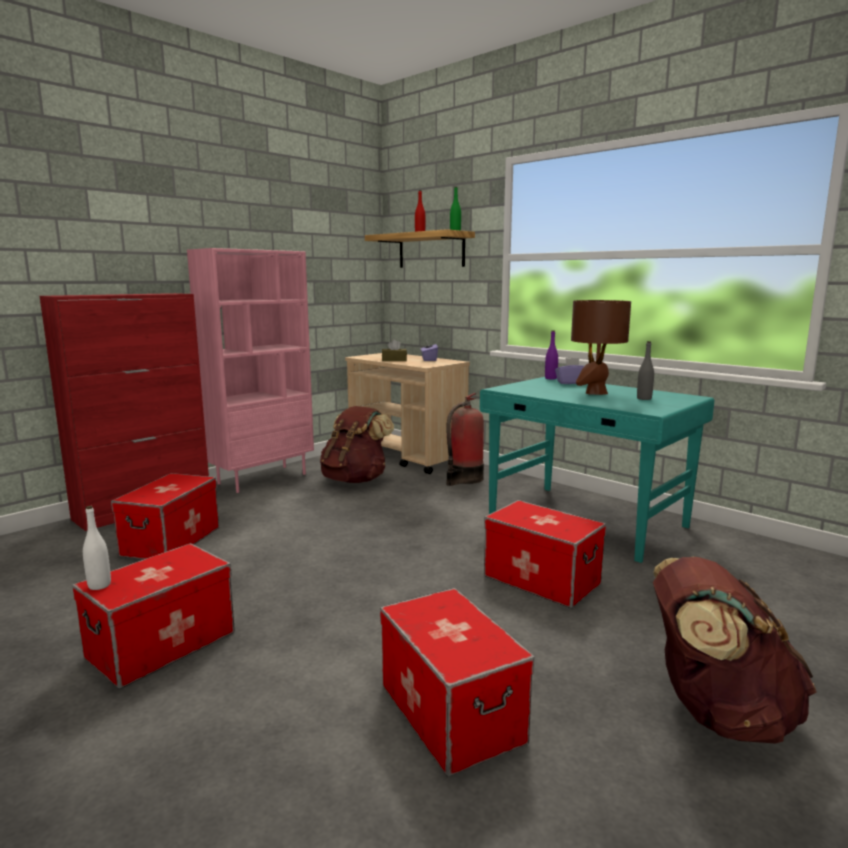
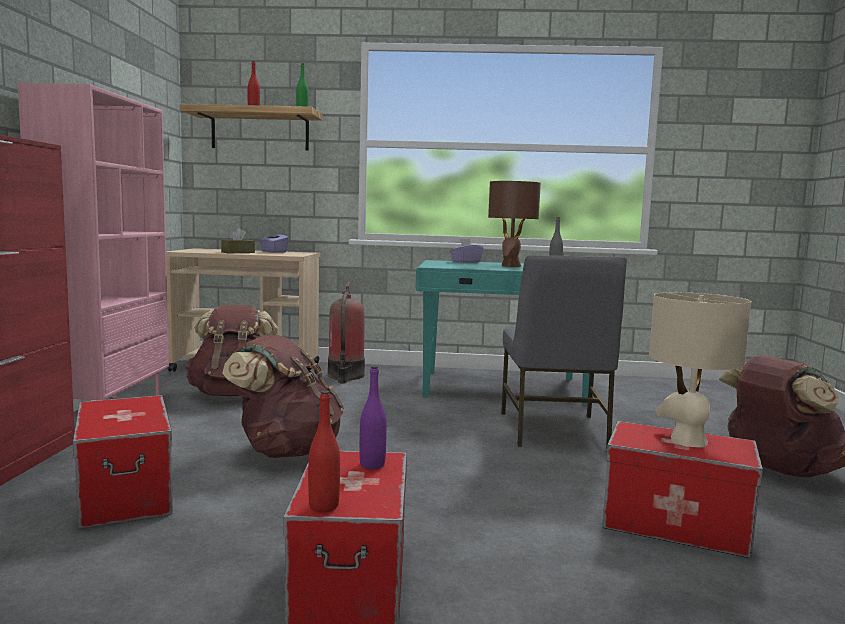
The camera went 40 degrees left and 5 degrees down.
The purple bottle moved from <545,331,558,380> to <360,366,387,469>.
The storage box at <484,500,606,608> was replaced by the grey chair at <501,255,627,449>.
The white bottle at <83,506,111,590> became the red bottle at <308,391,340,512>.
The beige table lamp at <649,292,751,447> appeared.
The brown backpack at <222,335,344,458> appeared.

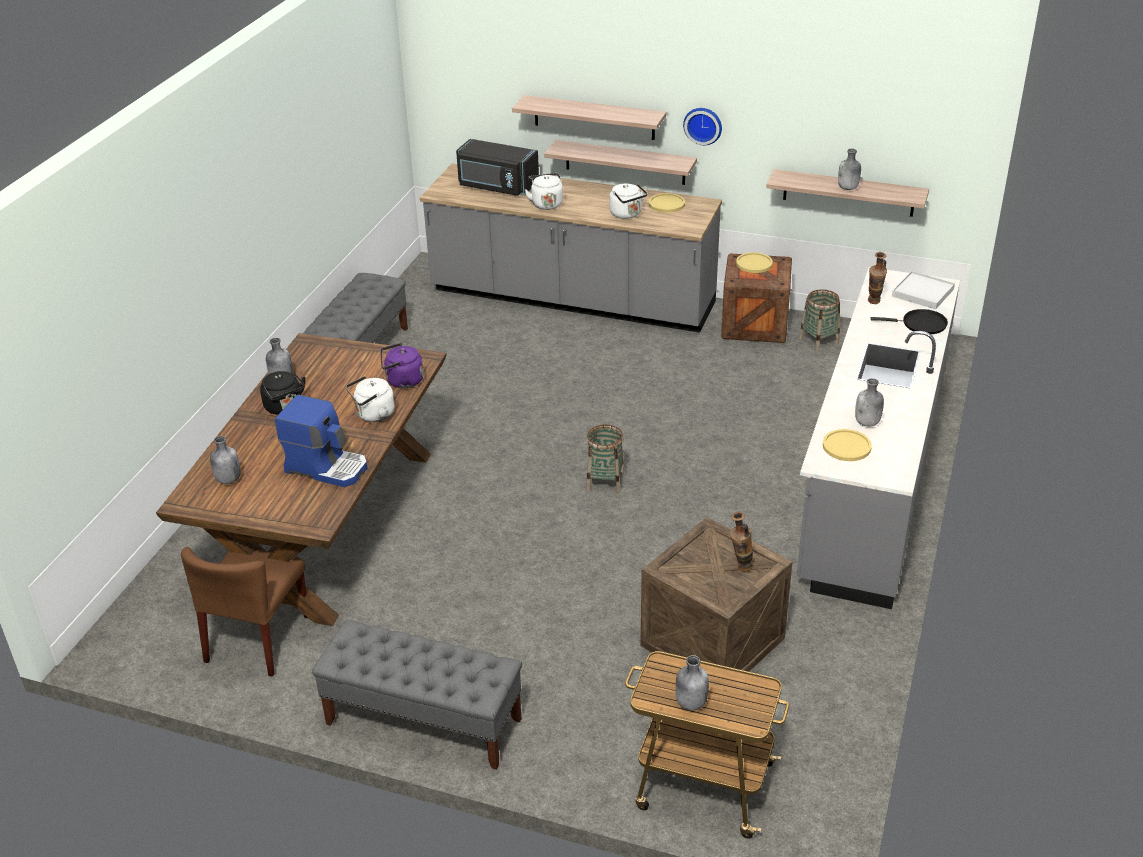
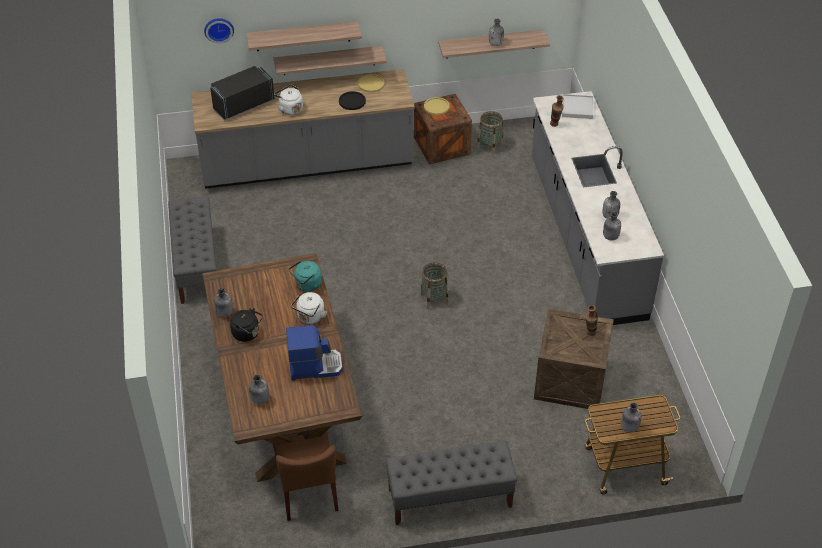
The camera went 30 degrees left and 10 degrees up.
The wall clock moved from <683,108,722,145> to <204,18,234,43>.
The black microwave at <456,139,539,196> turned 150 degrees clockwise.
The white kettle at <609,183,648,219> was replaced by the black plate at <339,91,366,110>.
The black frying pan at <870,309,948,334> disappeared.
The purple kettle at <381,343,424,388> became the turquoise kettle at <289,261,322,292>.
The yellow plate at <823,429,872,461> was replaced by the grey bottle at <603,212,621,241>.

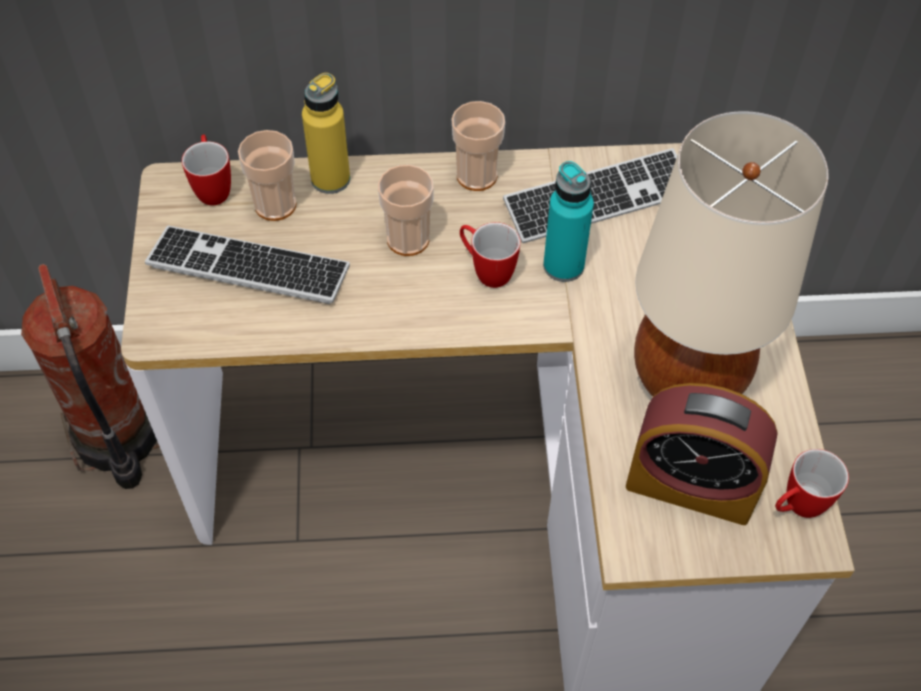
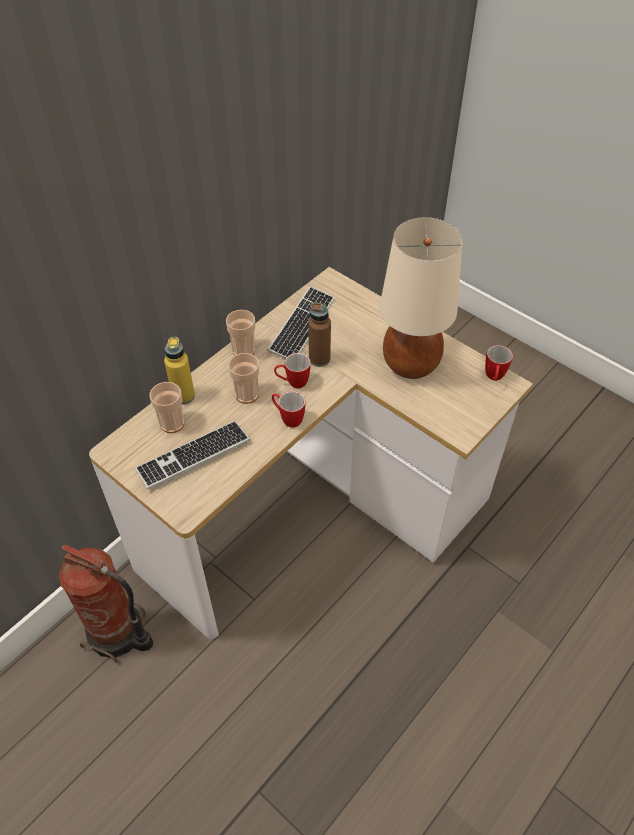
The camera went 45 degrees left and 5 degrees down.
The mug moved from <182,135,231,205> to <272,391,306,428>.
The turquoise bottle at <543,161,594,282> became the brown bottle at <308,302,331,367>.
The alarm clock at <626,383,778,525> disappeared.

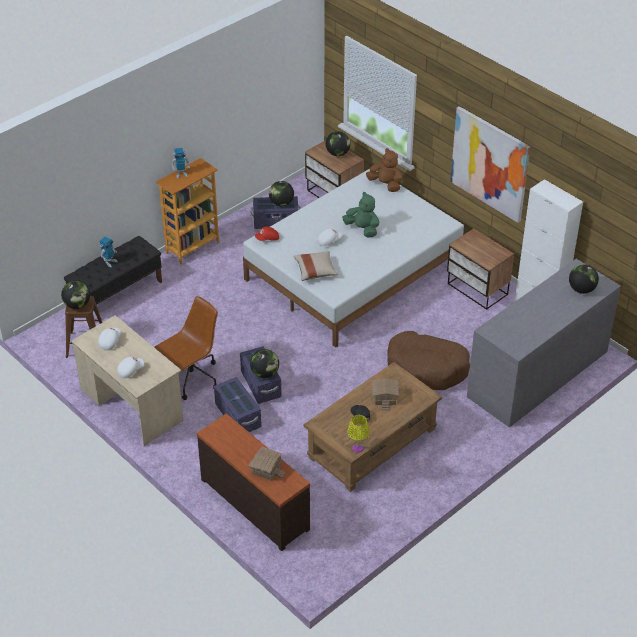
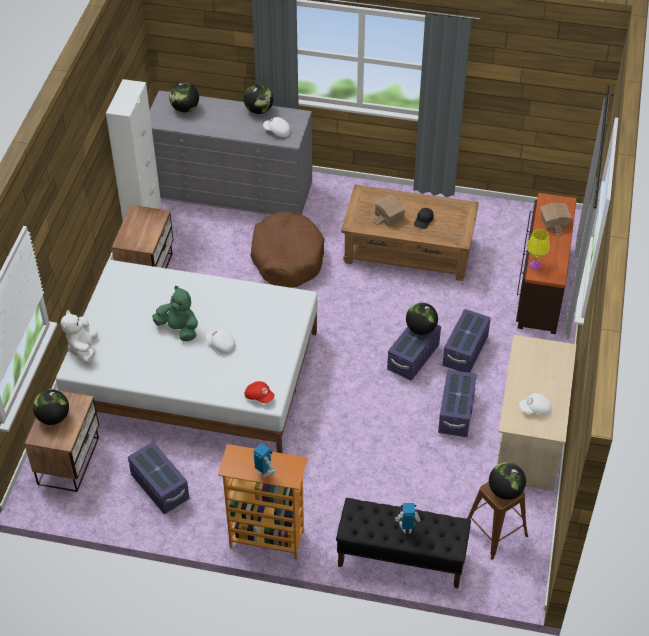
The camera went 125 degrees left and 5 degrees up.
The picture at <450,106,531,223> disappeared.
The brown plush toy at <366,148,402,192> became the white plush toy at <61,310,98,363>.
The globe moved from <269,181,294,206> to <244,84,273,114>.
The green plush toy at <342,192,379,238> turned 120 degrees clockwise.
The beige pillow at <294,251,338,281> disappeared.
The brown office chair at <154,296,218,400> was replaced by the purple storage box at <438,370,477,437>.
The white cap moved from <117,357,144,378> to <263,117,290,137>.
The yellow table lamp moved from <347,415,370,453> to <527,229,550,269>.

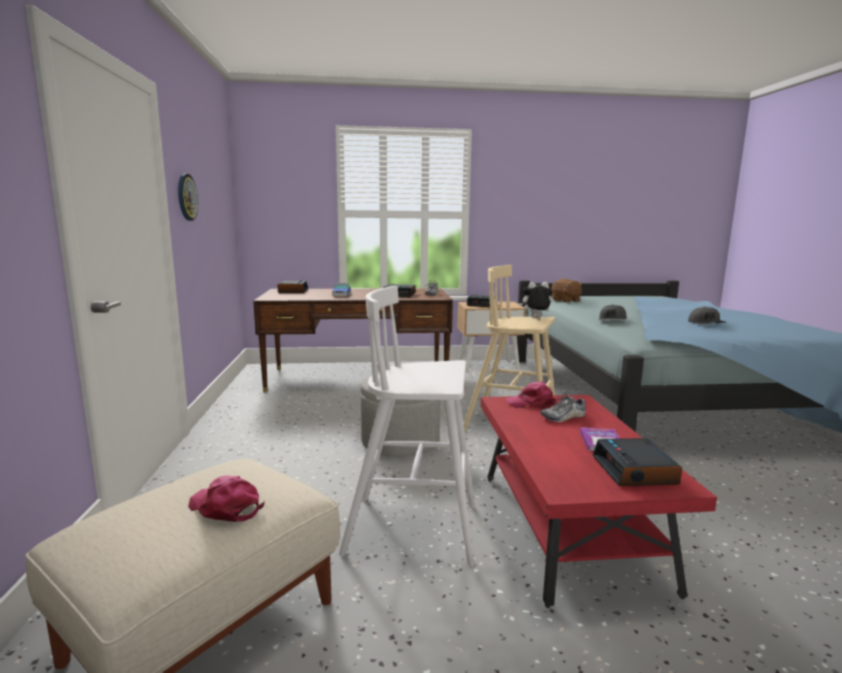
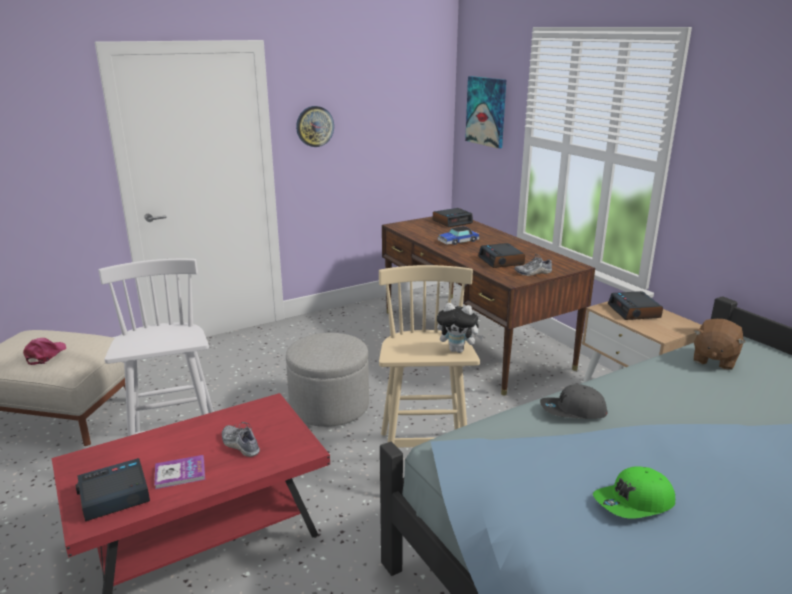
The camera went 65 degrees right and 10 degrees up.
The plush toy at <519,282,552,318> turned 135 degrees clockwise.
The grey cap at <688,307,727,324> became the green cap at <593,466,675,519>.
The pink cap at <505,381,556,408> disappeared.
The picture at <465,76,506,149> appeared.

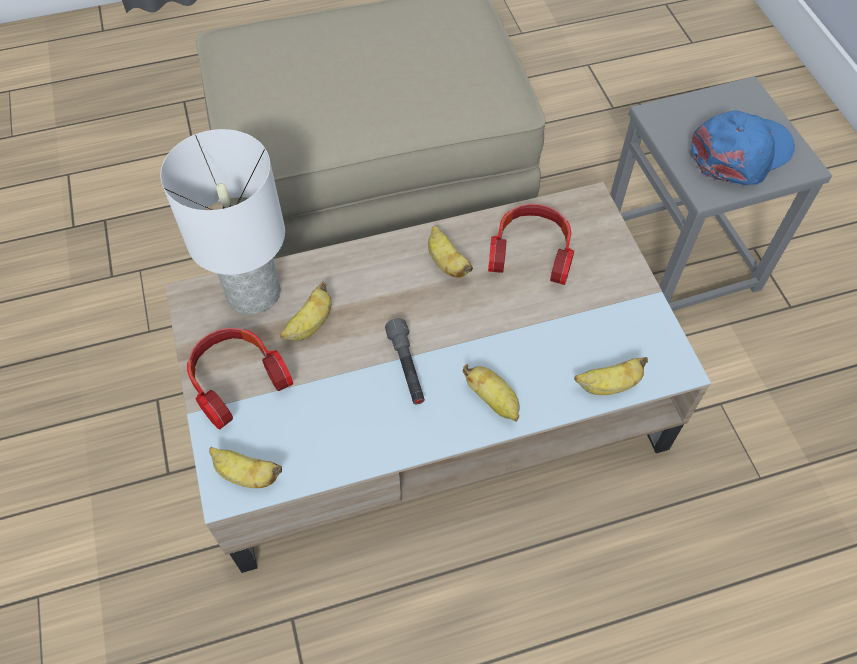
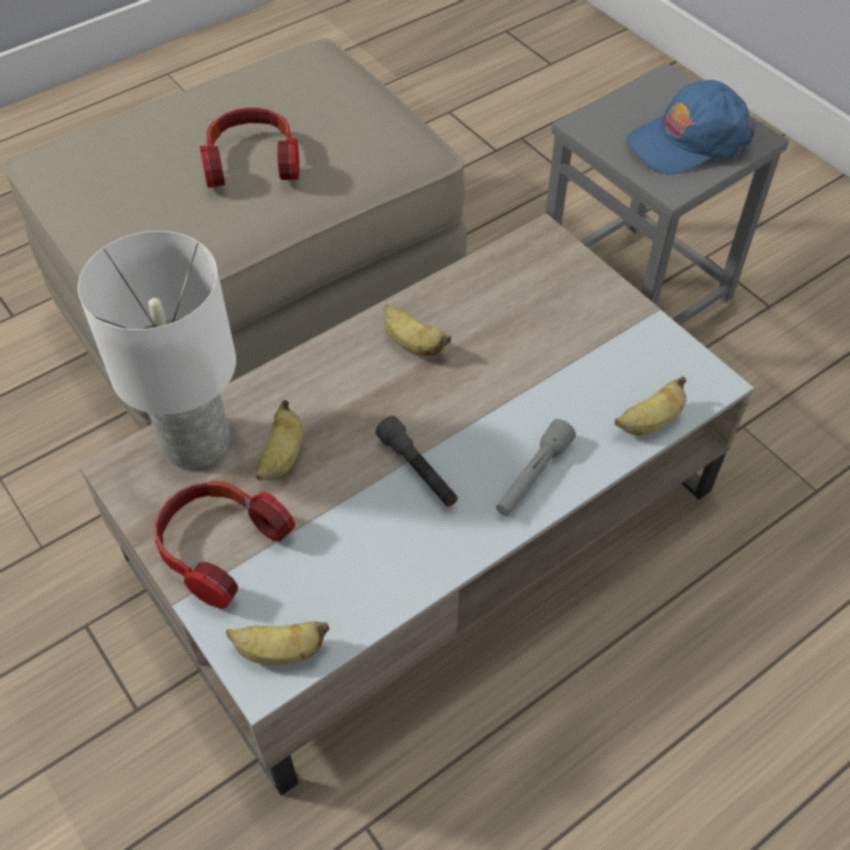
The camera went 20 degrees left and 5 degrees down.
The blue cap at <691,110,795,186> turned 150 degrees counterclockwise.
The headphones moved from <488,204,574,285> to <200,107,299,188>.
The banana at <463,364,520,422> was replaced by the grey flashlight at <496,419,576,516>.

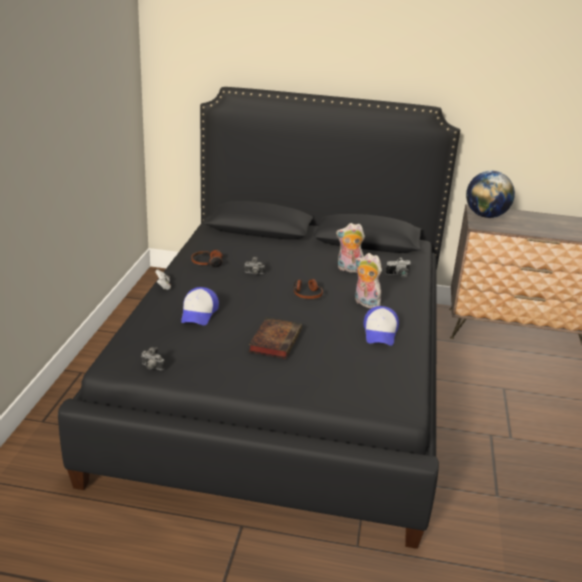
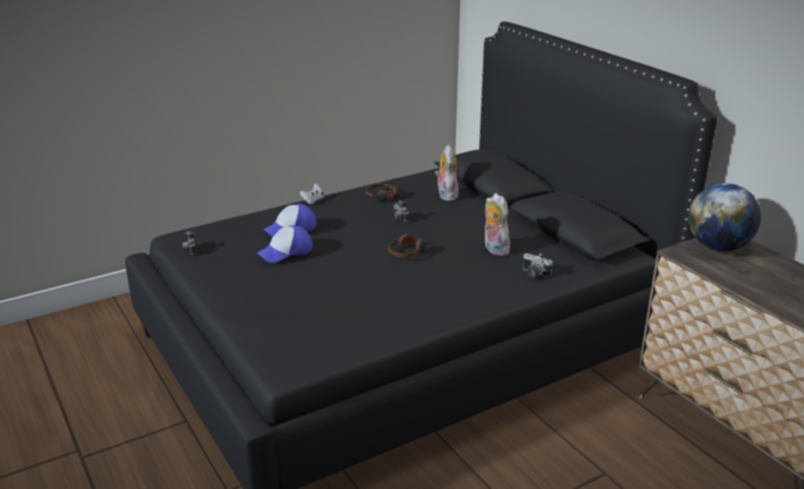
The camera went 50 degrees right and 0 degrees up.
The plush toy moved from <355,253,382,308> to <435,145,459,201>.
The cap moved from <363,306,399,346> to <257,226,313,263>.
The book at <248,317,302,359> disappeared.

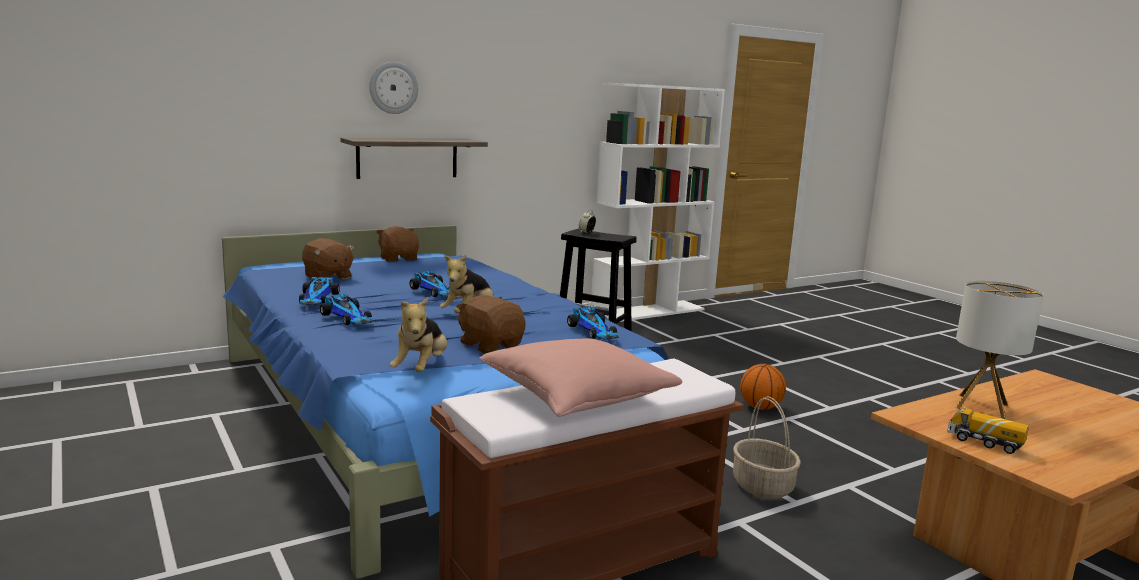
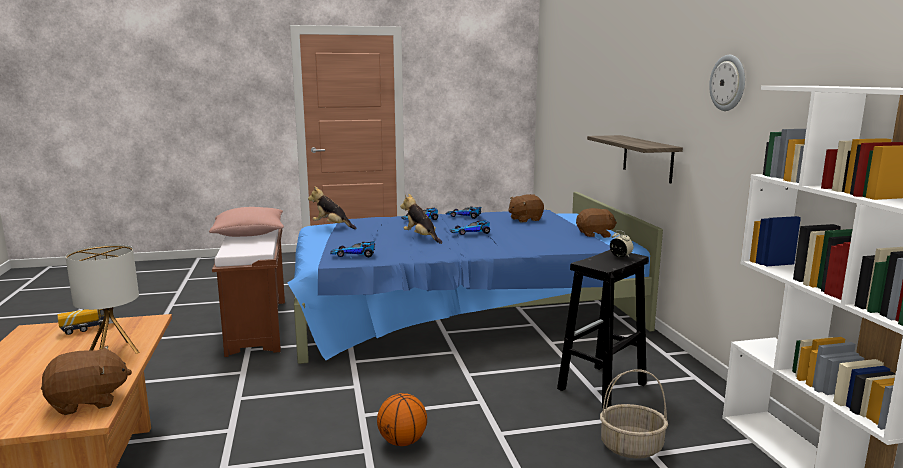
The camera went 110 degrees right and 0 degrees up.
The wall clock moved from <369,62,418,114> to <709,55,745,111>.
The brown plush toy moved from <456,295,526,353> to <41,346,132,415>.
The basket moved from <733,396,801,499> to <600,369,668,459>.

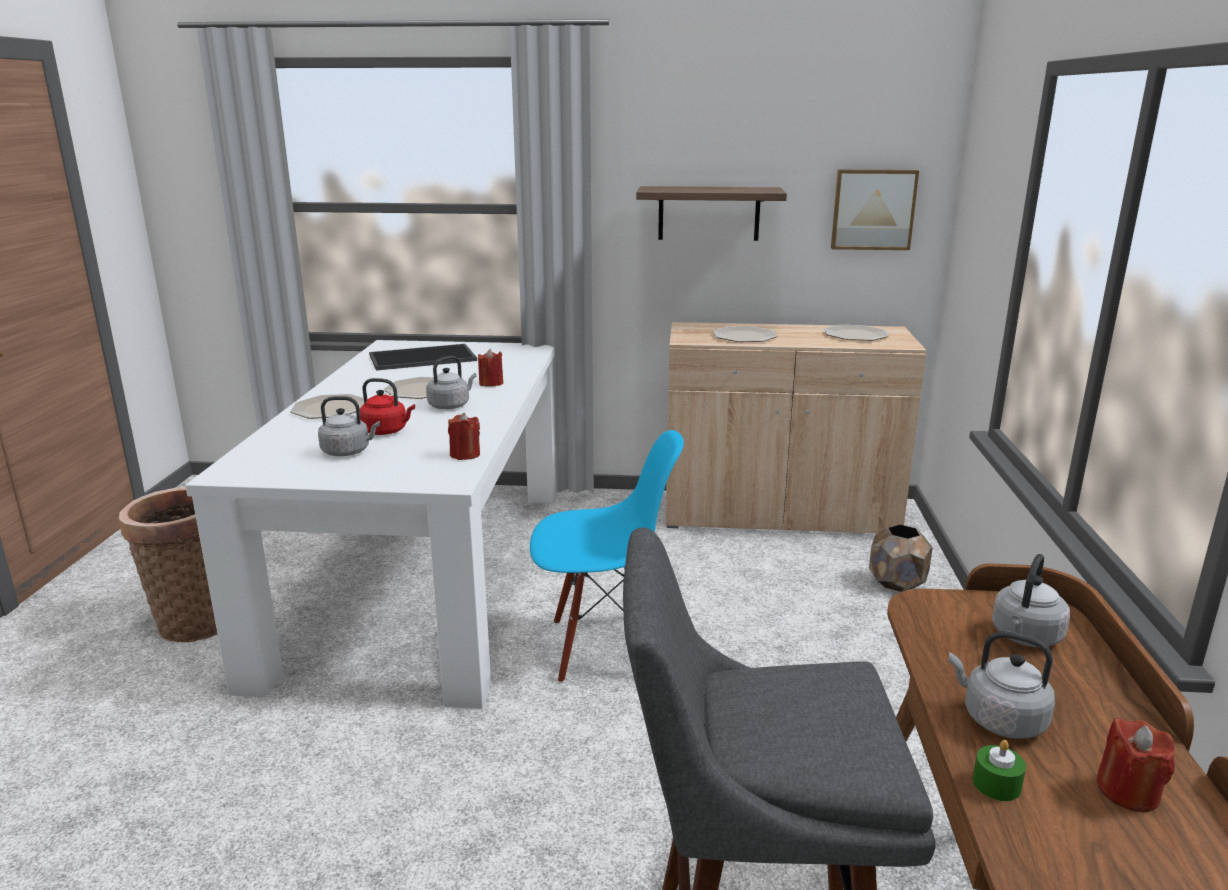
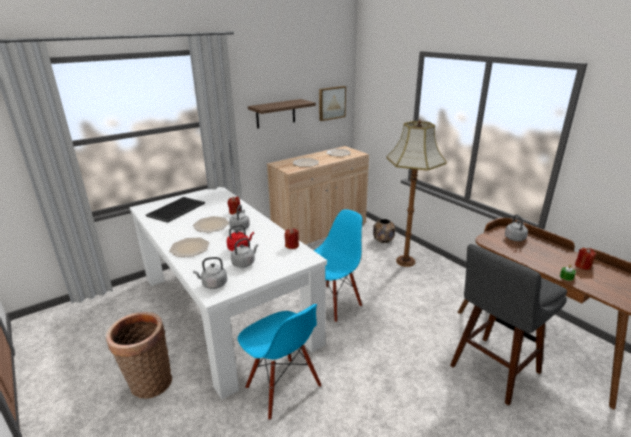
The camera went 40 degrees left and 5 degrees up.
The grey kettle moved from <949,631,1055,739> to <193,257,227,289>.
The floor lamp at <386,119,447,267> appeared.
The blue chair at <238,304,322,420> appeared.

